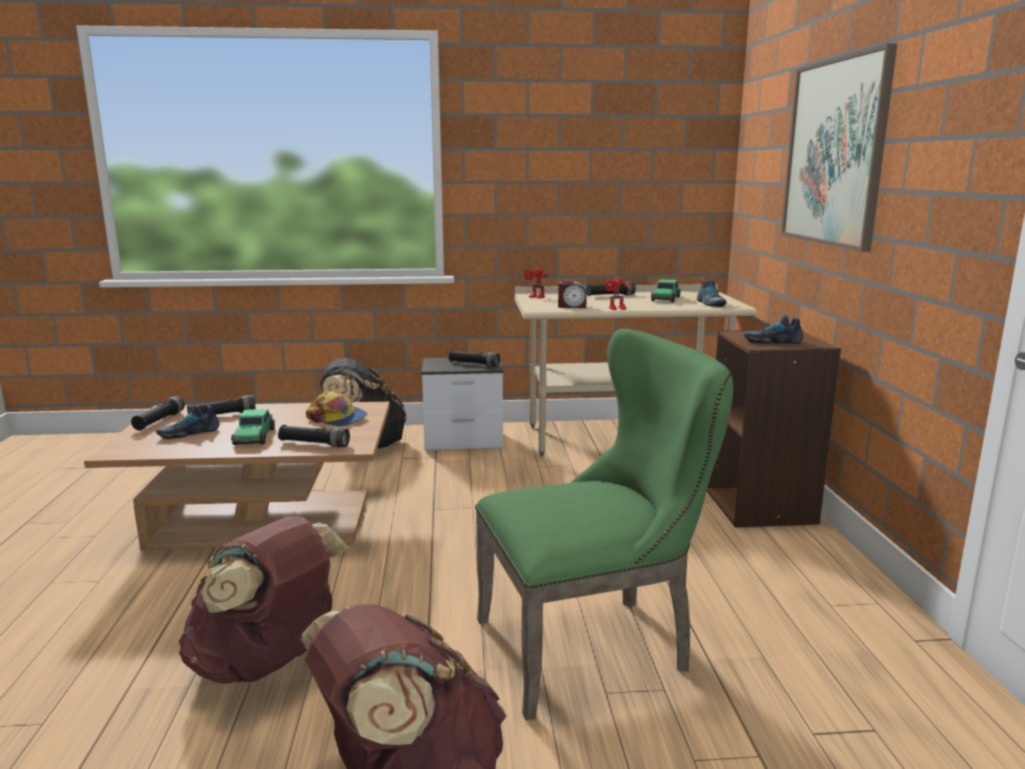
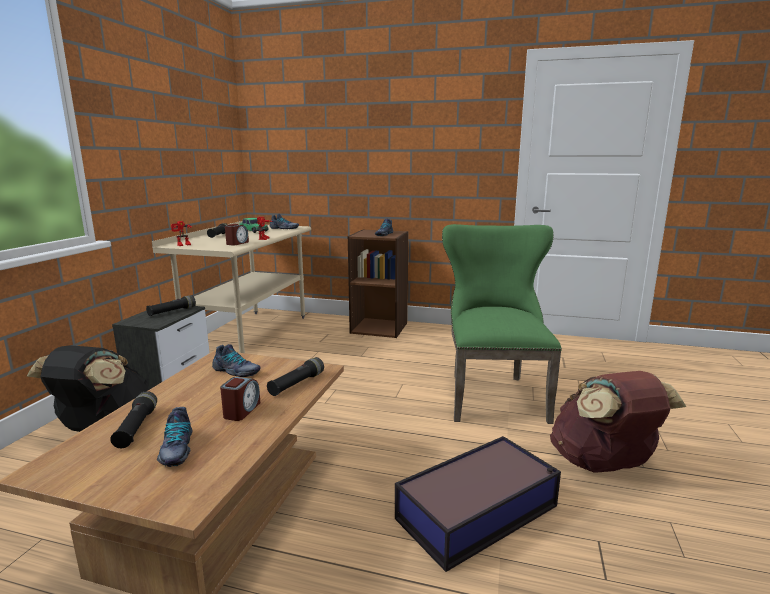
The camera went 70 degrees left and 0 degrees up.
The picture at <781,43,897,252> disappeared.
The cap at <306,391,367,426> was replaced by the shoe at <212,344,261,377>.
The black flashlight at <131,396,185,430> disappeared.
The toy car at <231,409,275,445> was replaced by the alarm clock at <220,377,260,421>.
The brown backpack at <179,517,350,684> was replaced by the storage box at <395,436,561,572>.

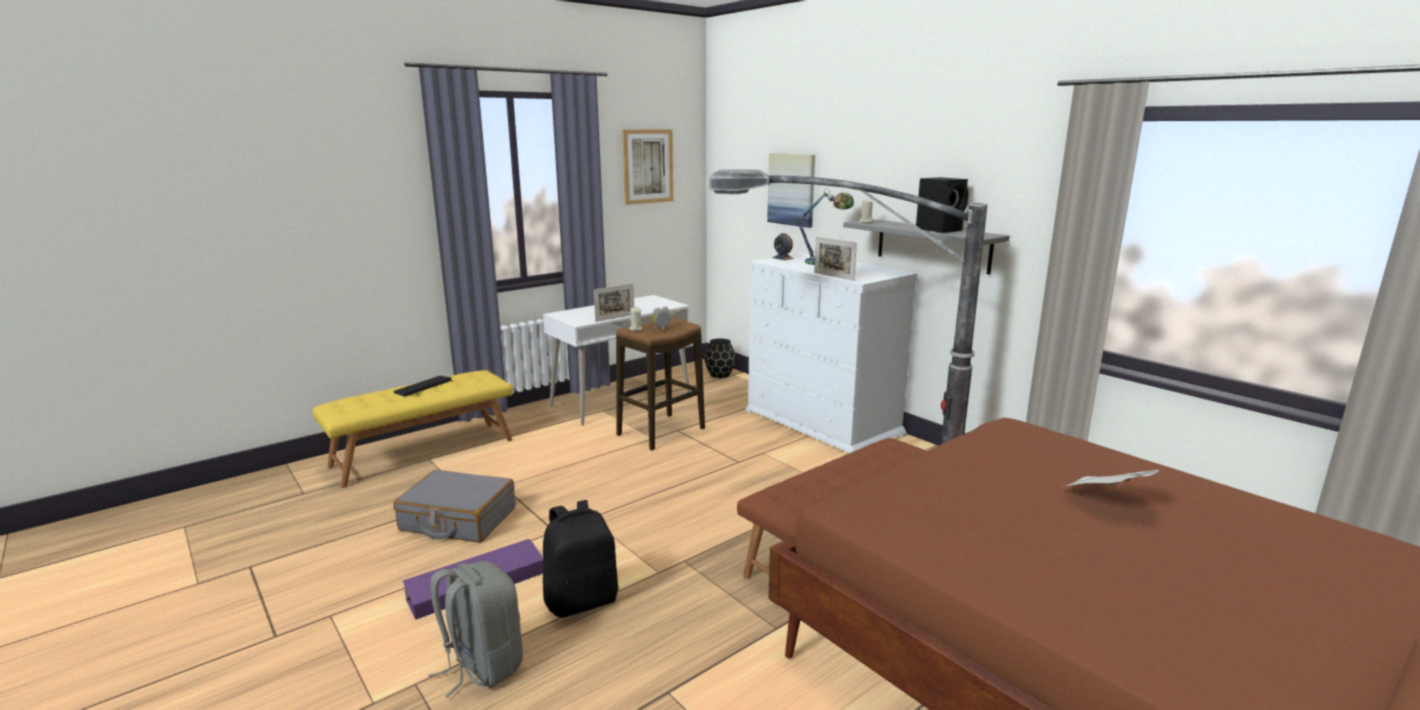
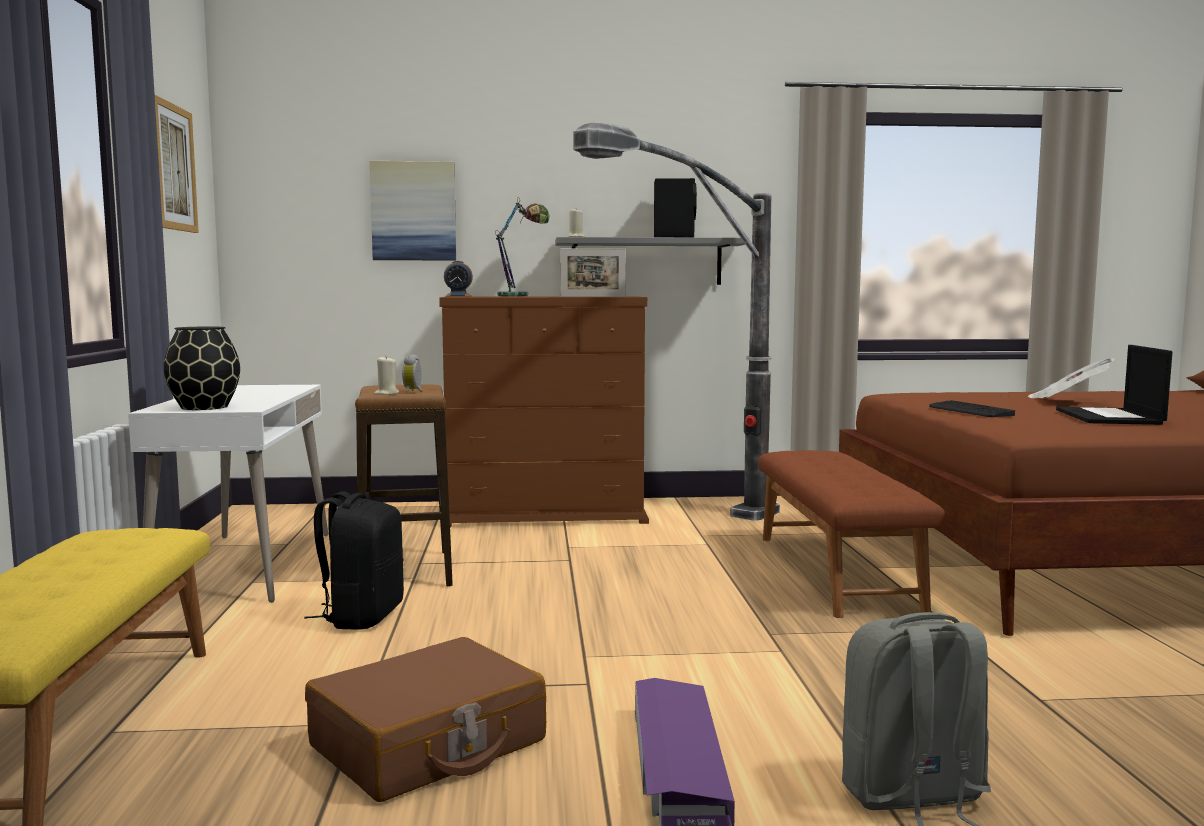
The camera went 55 degrees left and 10 degrees down.
The white dresser at <746,253,917,454> became the brown dresser at <439,296,649,527>.
The picture frame at <594,283,634,322> disappeared.
The black vase moved from <705,338,736,378> to <164,326,240,410>.
The keyboard moved from <394,376,452,396> to <929,400,1015,417>.
The grey suitcase at <393,470,516,542> became the brown suitcase at <305,637,546,802>.
The black backpack moved from <543,500,618,618> to <304,491,404,630>.
The laptop at <1056,345,1172,425> appeared.

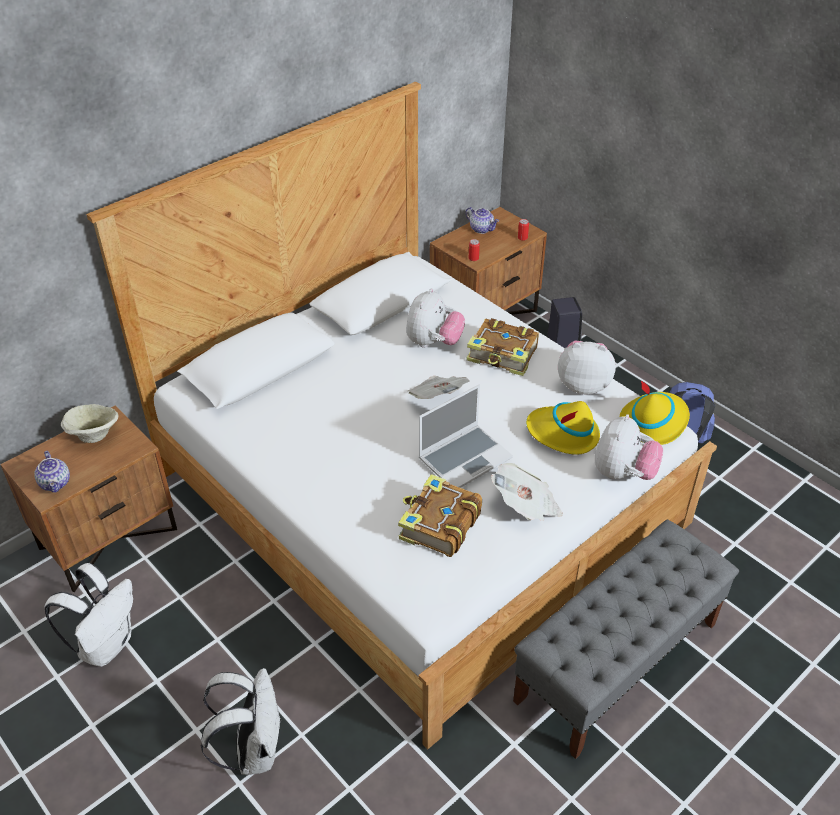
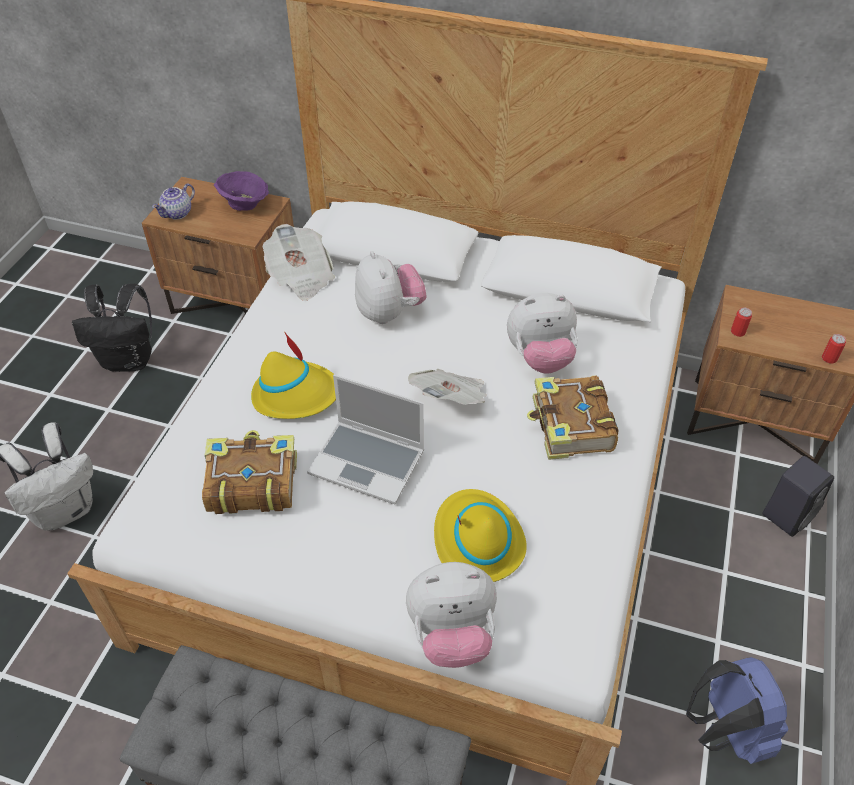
The camera went 60 degrees right and 5 degrees up.
The teapot at <465,207,499,234> disappeared.
The plush toy moved from <558,340,616,394> to <355,251,427,324>.
The yellow hat moved from <620,380,690,445> to <251,332,336,419>.
The beige bowl at <61,404,119,443> became the purple bowl at <214,171,269,211>.
The newspaper moved from <491,463,563,521> to <262,224,335,301>.
The white backpack at <44,563,133,667> became the black backpack at <72,284,152,372>.

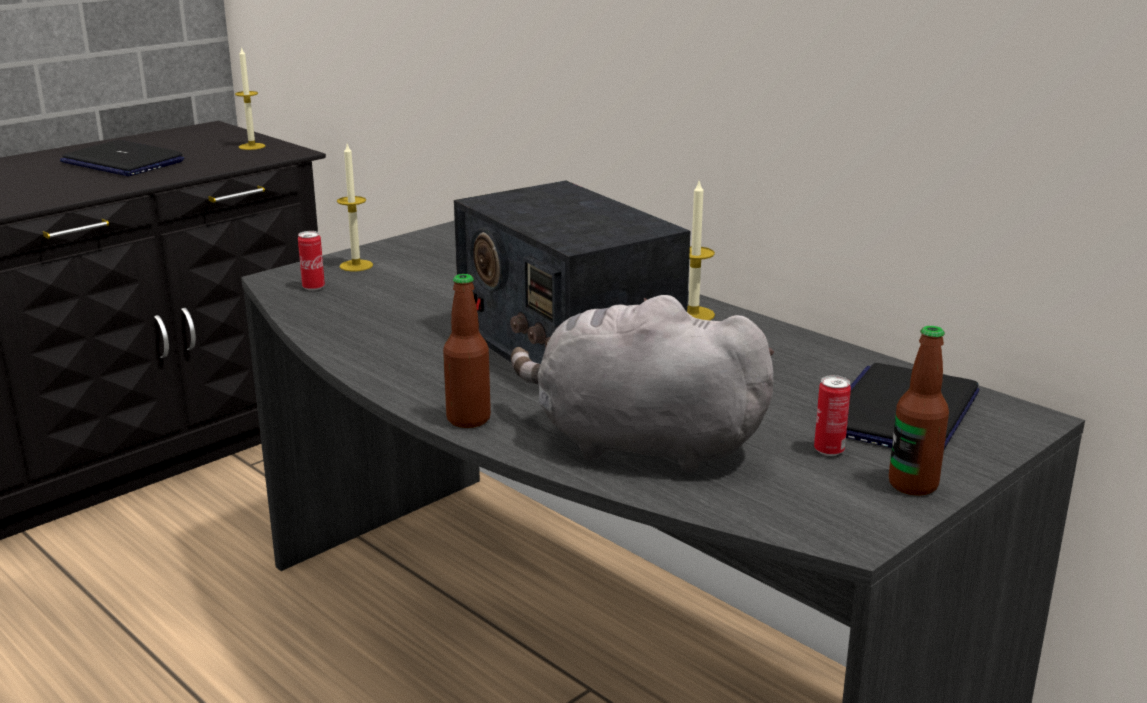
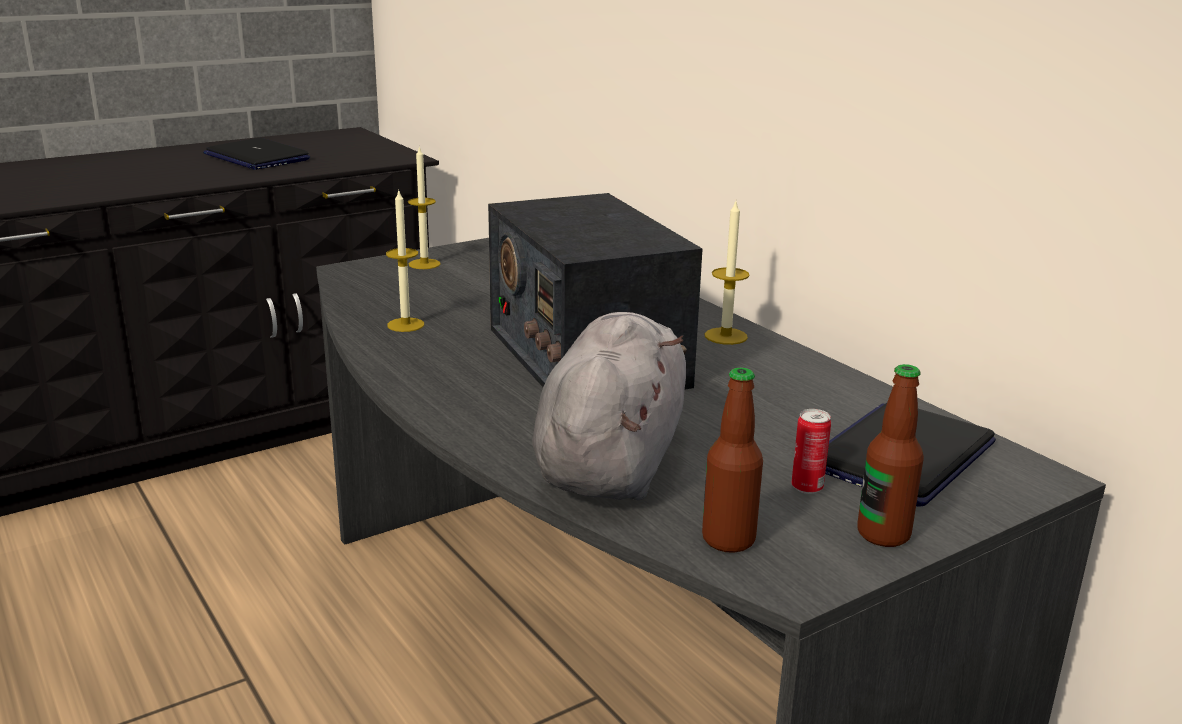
The camera went 10 degrees right and 0 degrees up.
The candle moved from <235,47,265,150> to <386,189,424,332>.
The can at <298,231,325,291> disappeared.
The bottle moved from <443,274,491,428> to <702,367,763,553>.
The grey plush toy at <511,295,775,473> turned 75 degrees clockwise.

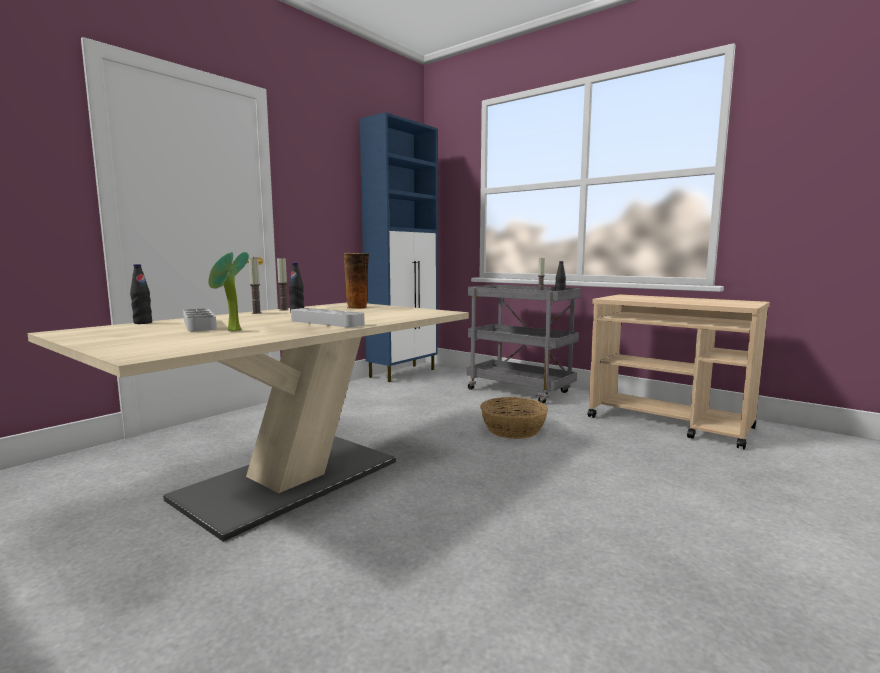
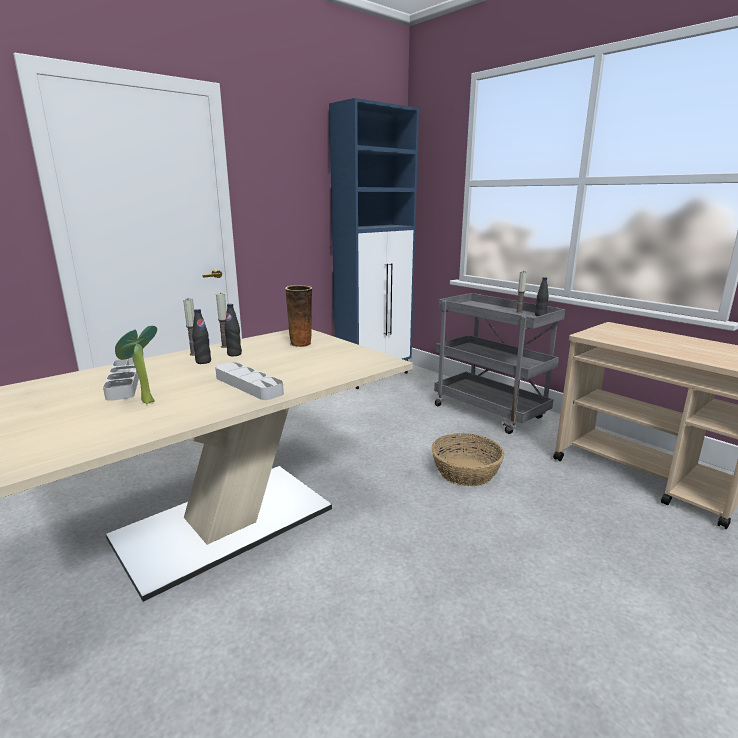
The camera went 10 degrees right and 10 degrees up.
The black bottle moved from <130,264,152,324> to <192,309,211,364>.

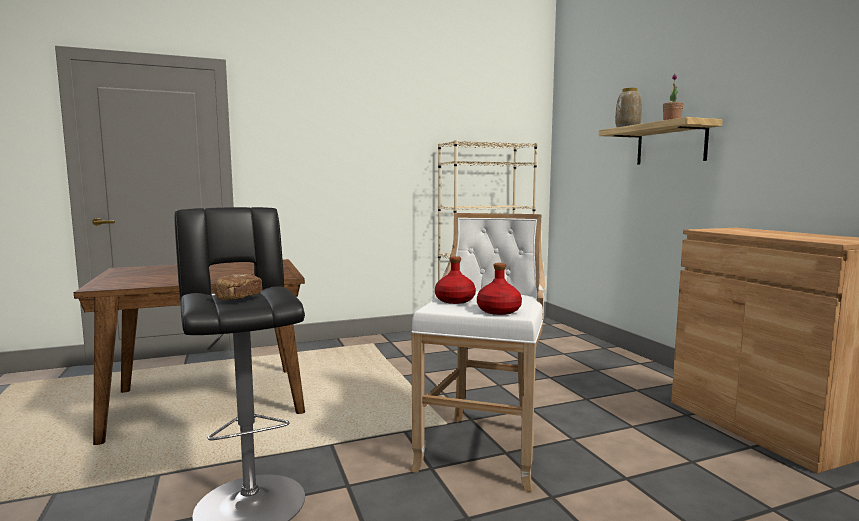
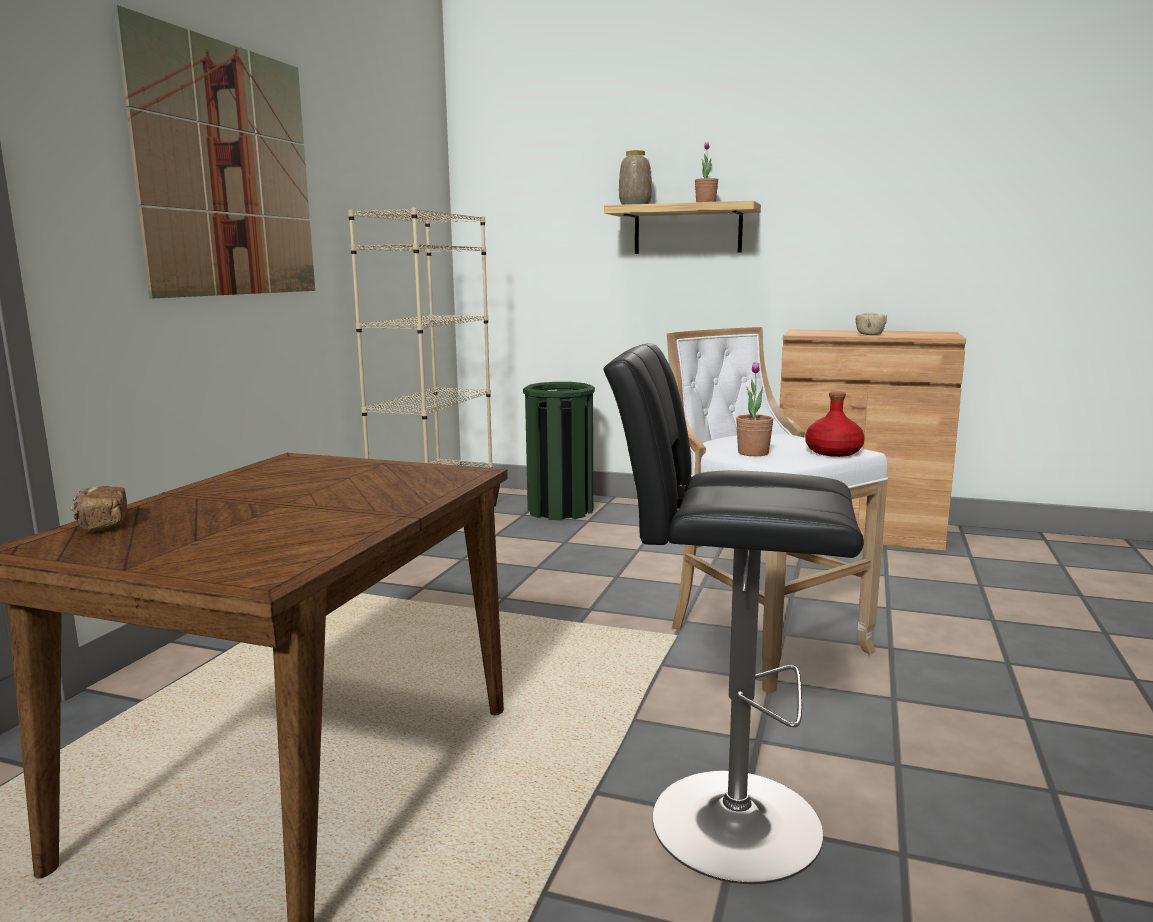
The camera went 50 degrees left and 5 degrees up.
The red bottle at <435,256,476,304> was replaced by the potted plant at <736,362,773,456>.
The bread moved from <214,274,262,300> to <70,486,127,532>.
The picture at <114,5,315,298> appeared.
The beige bowl at <856,313,887,335> appeared.
The green trash can at <523,382,595,520> appeared.

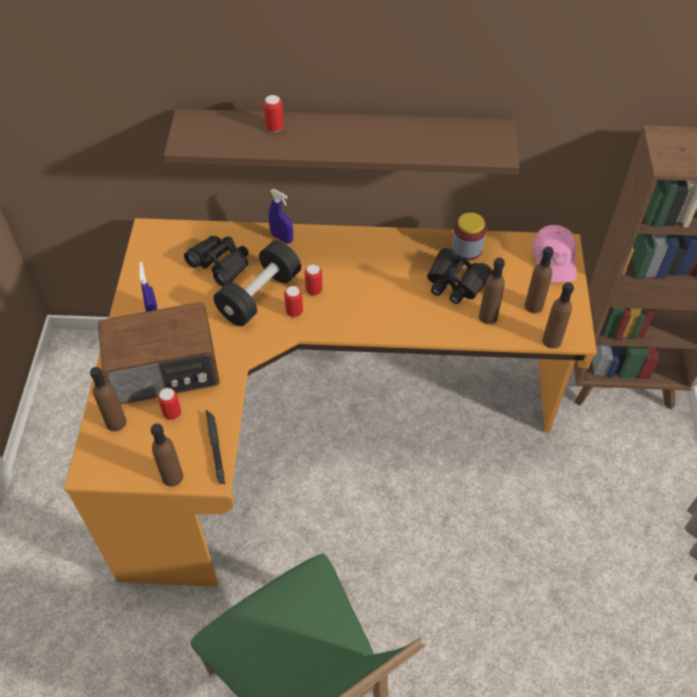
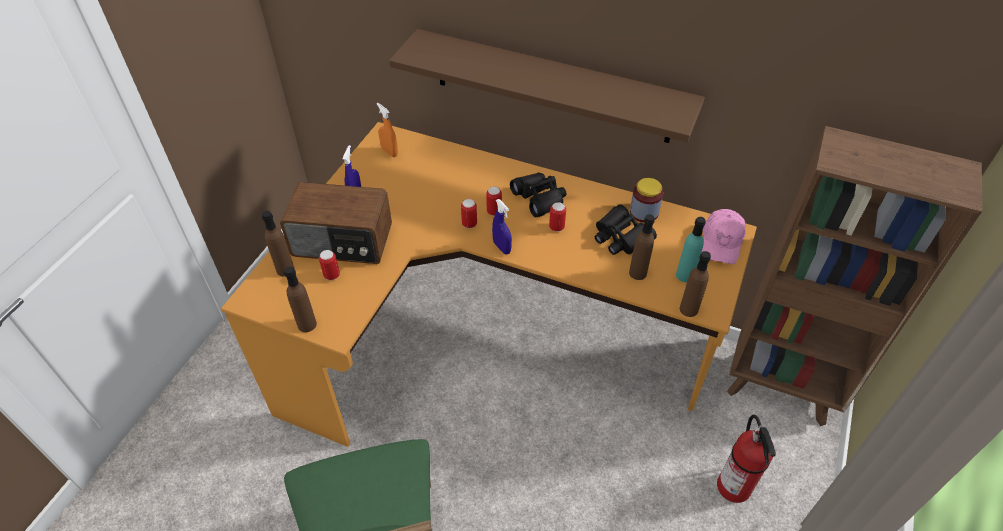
The camera went 20 degrees right and 5 degrees down.
The can moved from <263,95,284,132> to <549,202,566,232>.
The blue spray bottle moved from <269,189,293,244> to <492,199,512,254>.
The black binoculars moved from <184,236,249,287> to <510,172,567,217>.
The black dumbbell at <214,240,301,326> disappeared.
The brown bottle at <525,247,554,313> became the turquoise bottle at <676,217,706,282>.
The black flashlight at <206,410,225,484> disappeared.
The orange spray bottle at <377,103,398,157> appeared.
The fire extinguisher at <717,415,776,503> appeared.

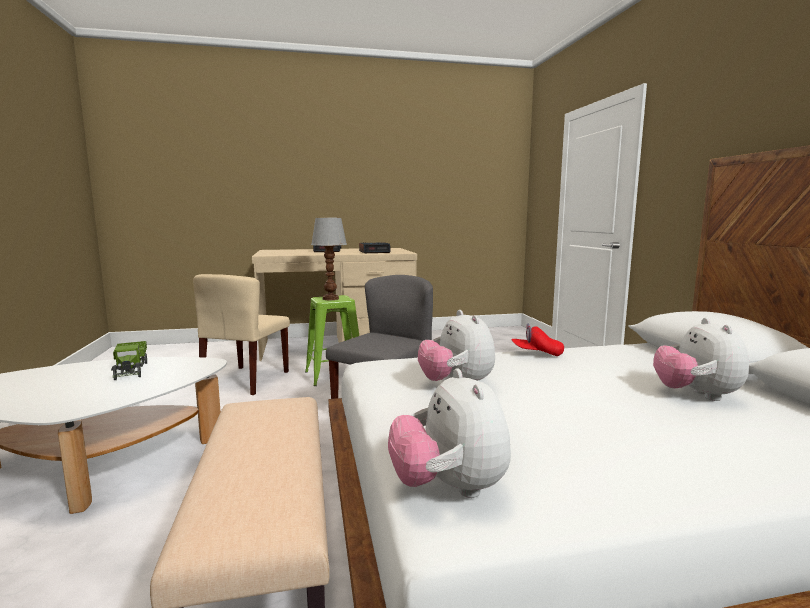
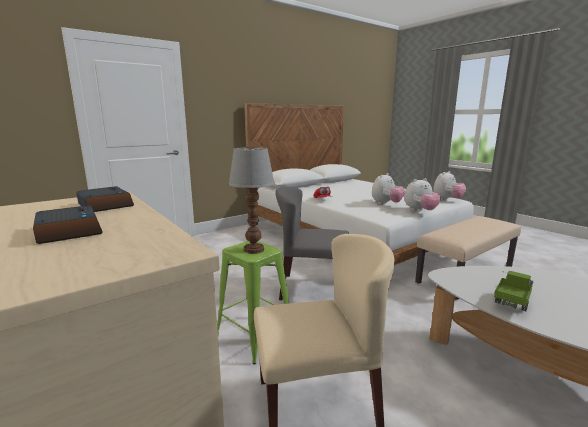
The camera went 115 degrees left and 5 degrees up.
The plush toy moved from <653,318,749,401> to <404,178,441,211>.

